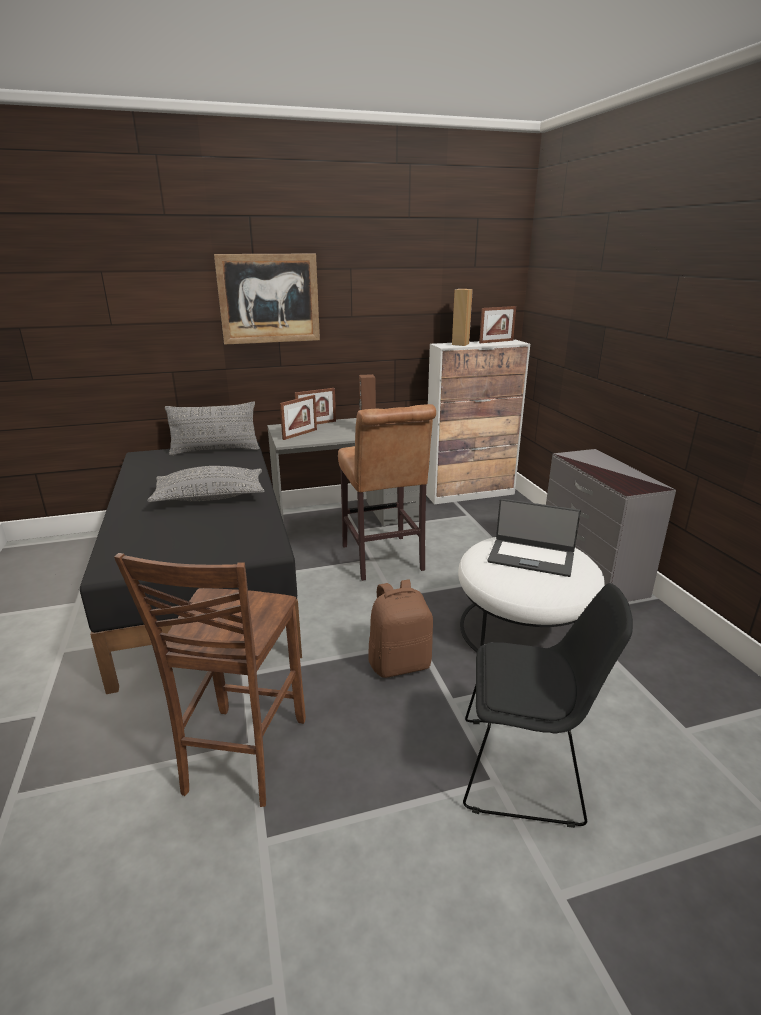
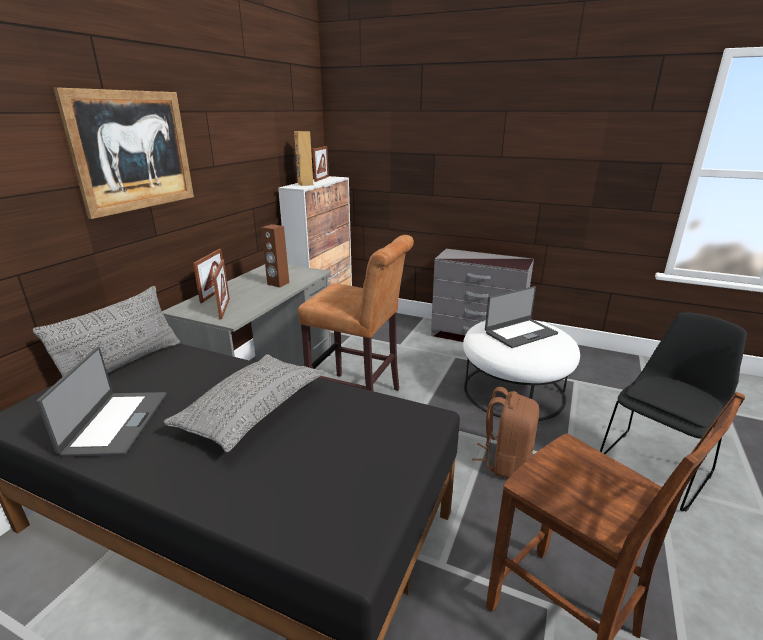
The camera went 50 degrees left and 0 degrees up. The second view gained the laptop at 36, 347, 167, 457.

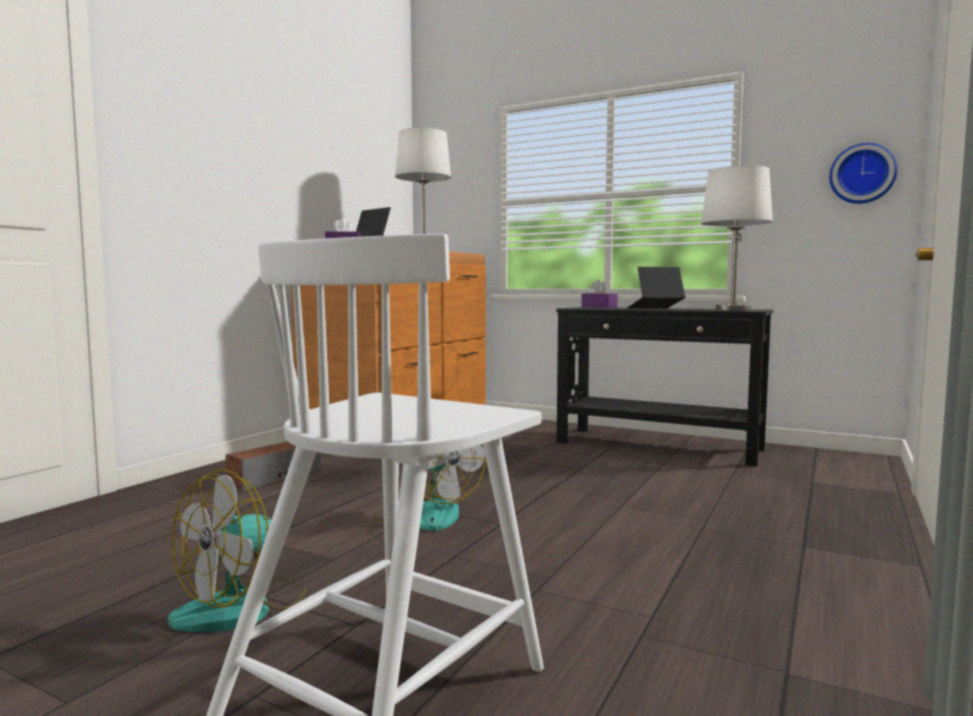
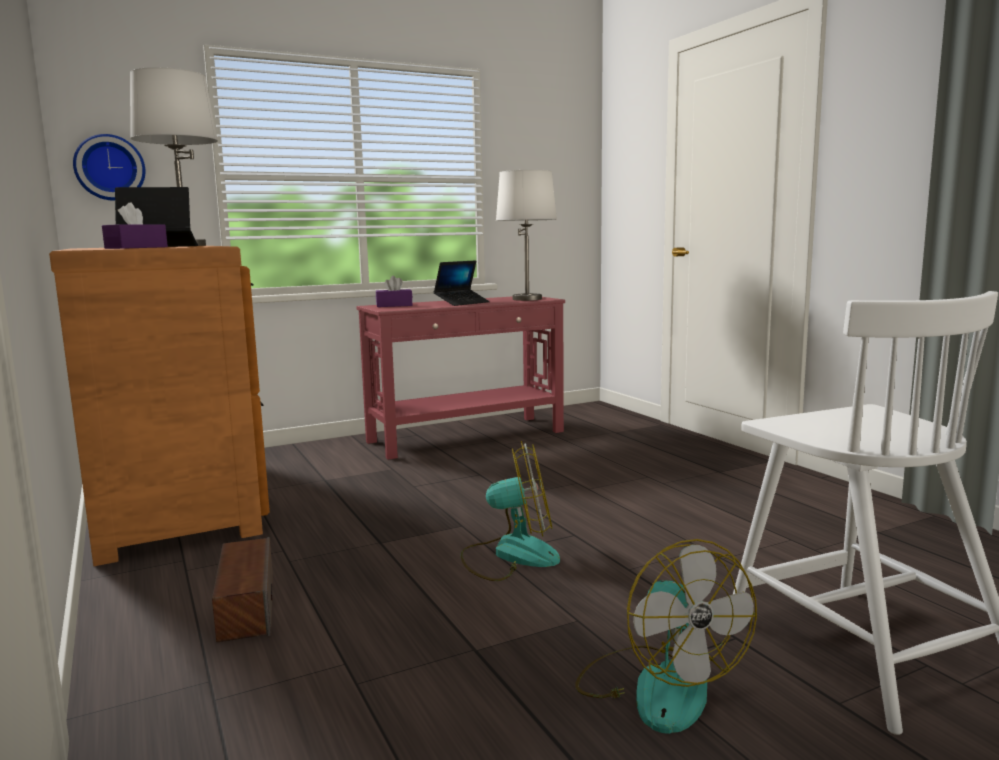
The camera went 55 degrees left and 5 degrees up. The wall clock ended up elsewhere, having gone from 829, 143, 898, 204 to 73, 134, 145, 201. What was the console table (black) at 556, 307, 773, 467 turned into the console table (red) at 356, 296, 565, 460. The laptop at 627, 267, 685, 309 ended up facing another way, 150 degrees counterclockwise from before.

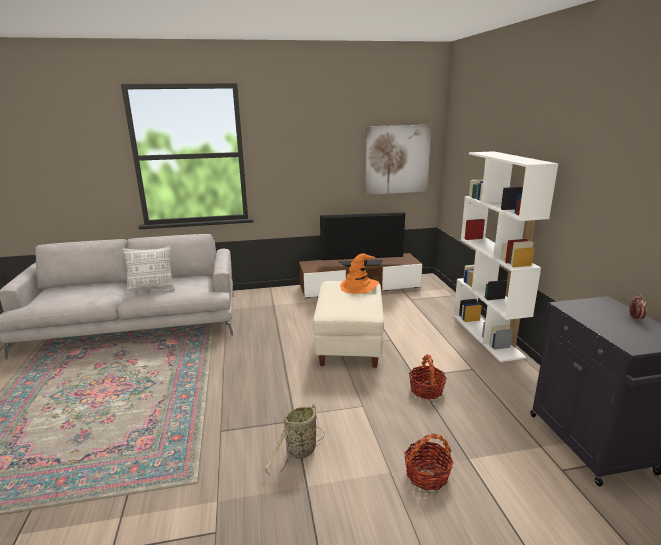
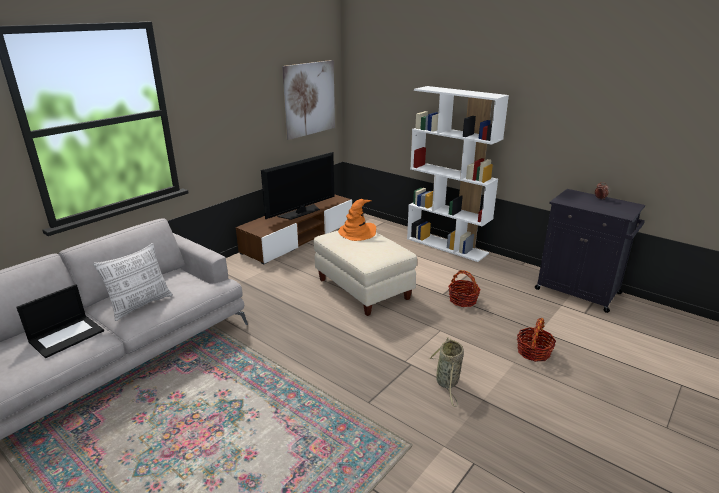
The camera went 40 degrees left and 5 degrees up. The second view gained the laptop at 16, 284, 104, 358.

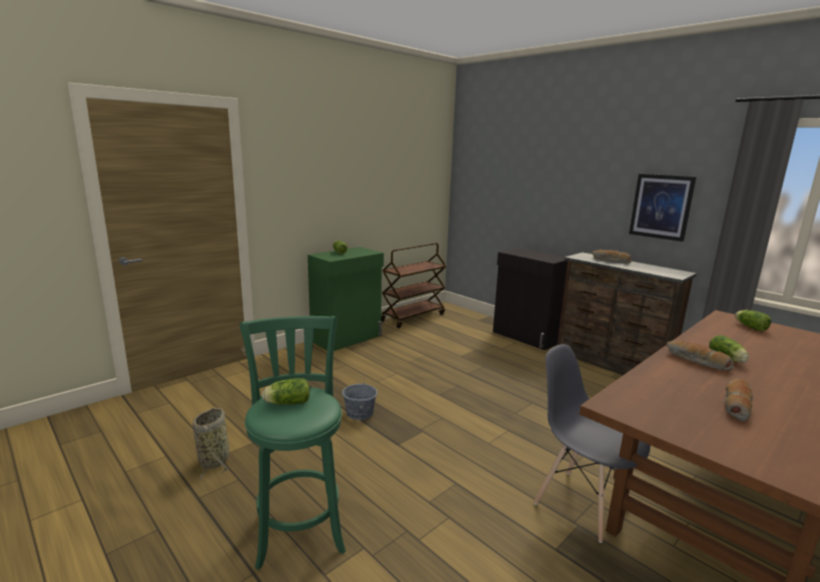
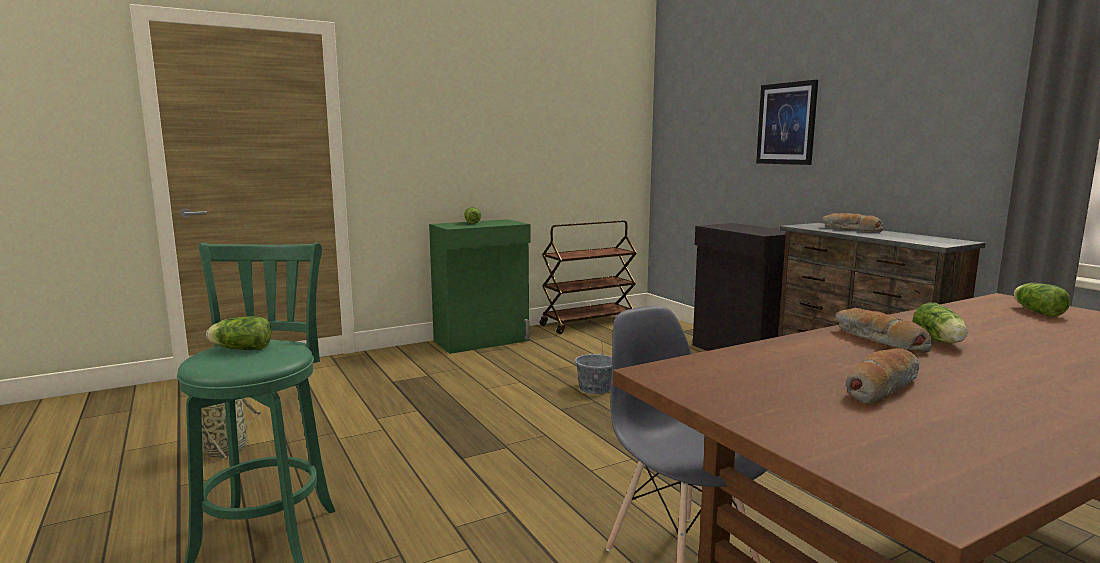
The camera went 15 degrees right and 5 degrees down. The bucket (grey) ended up elsewhere, having gone from 342, 374, 378, 420 to 575, 339, 612, 394. The picture ended up elsewhere, having gone from 629, 174, 696, 242 to 756, 80, 818, 165.

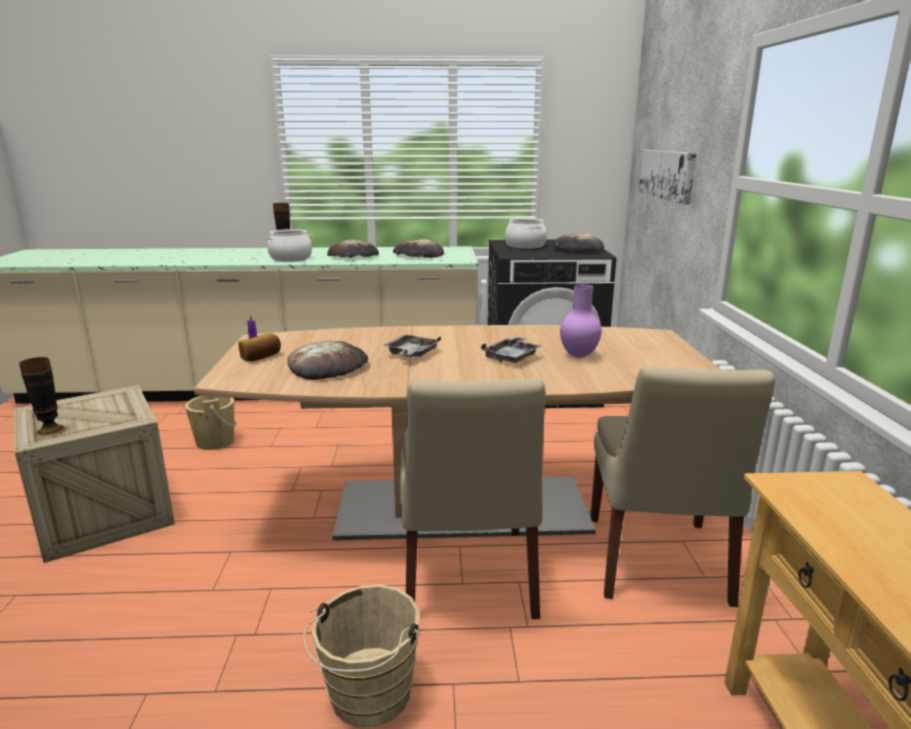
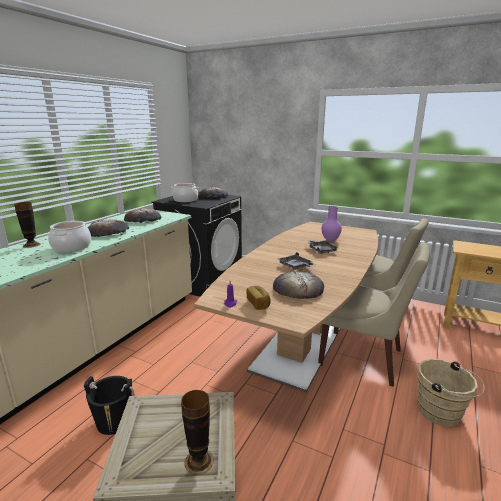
The camera went 60 degrees left and 0 degrees up. The second view lost the picture at 639, 150, 696, 204. What was the bucket (beige) at 185, 395, 237, 450 turned into the bucket (black) at 84, 376, 135, 435.

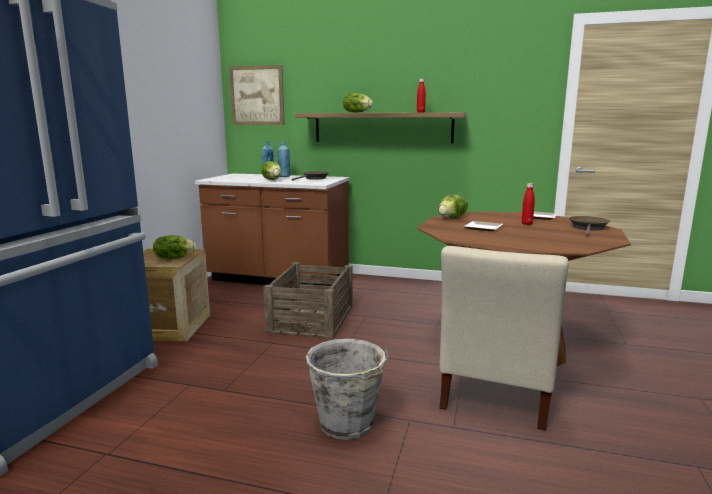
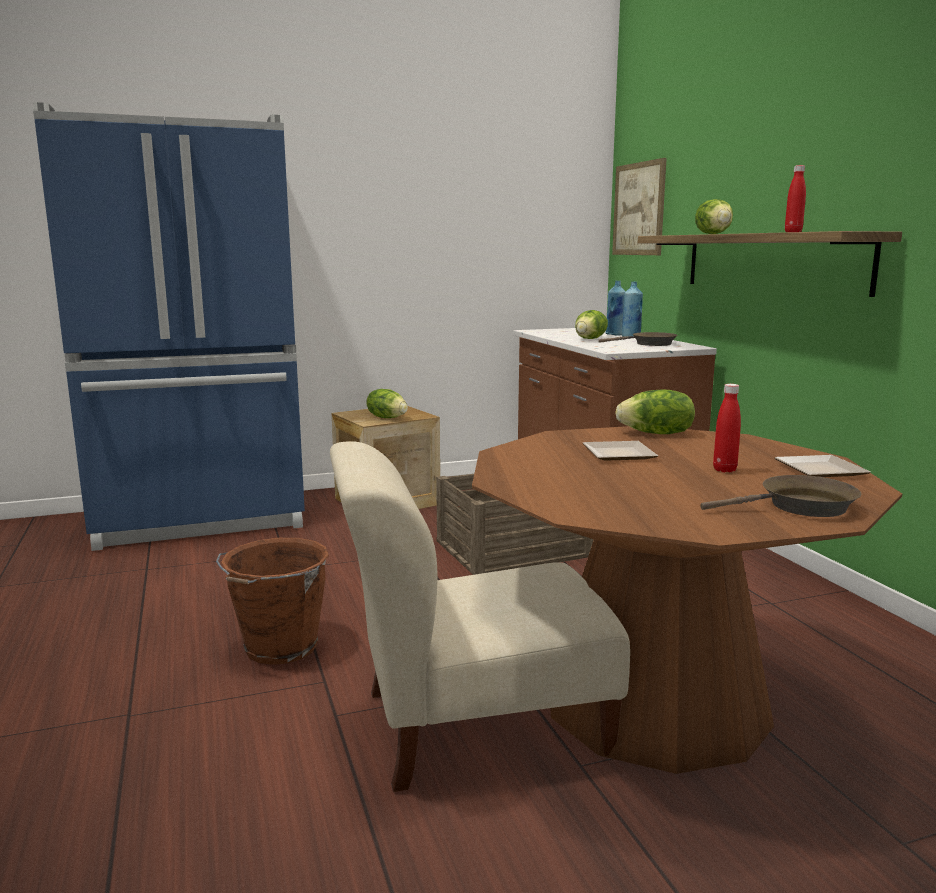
The camera went 55 degrees right and 0 degrees up. What was the bucket (grey) at 306, 339, 389, 440 turned into the bucket (brown) at 216, 538, 329, 665.

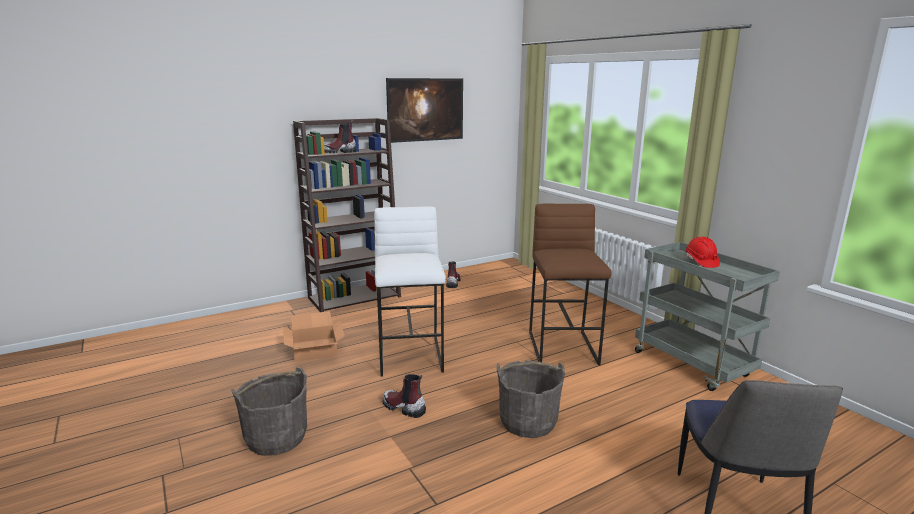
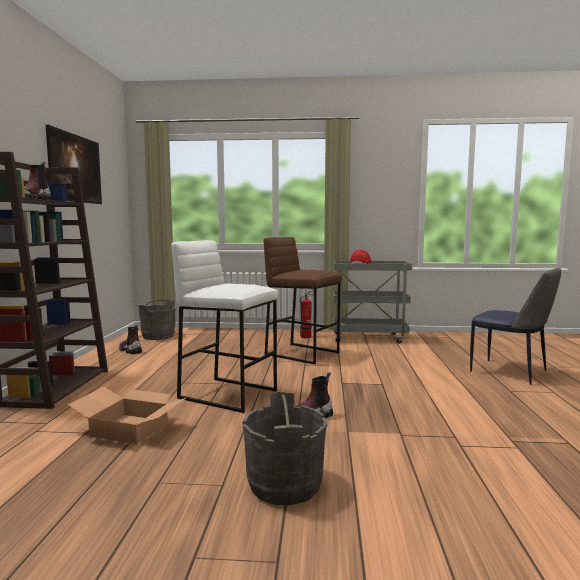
The camera went 55 degrees left and 10 degrees down. The second view gained the fire extinguisher at 300, 289, 314, 338. The bucket (grey) ended up elsewhere, having gone from 497, 360, 565, 438 to 139, 299, 175, 340.

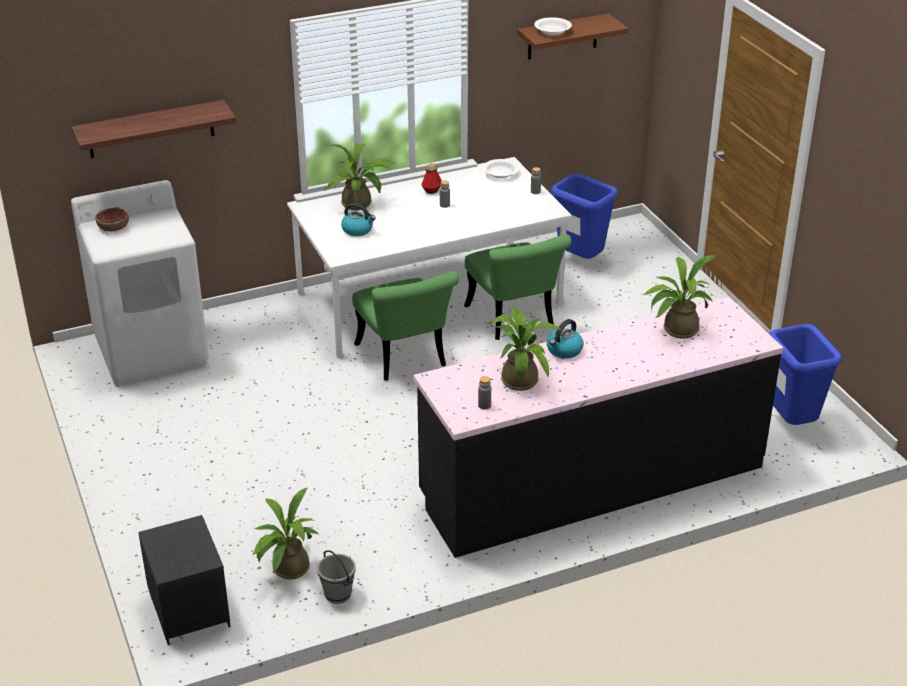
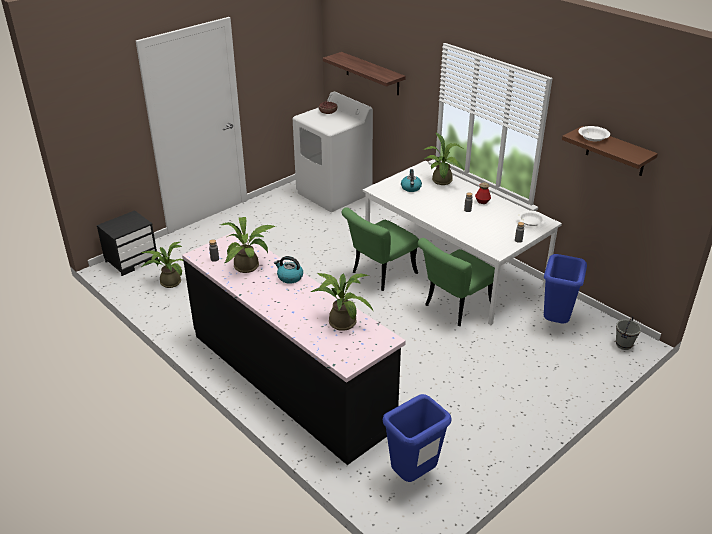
The camera went 70 degrees right and 0 degrees up. The bucket (grey) ended up elsewhere, having gone from 317, 550, 356, 604 to 616, 316, 641, 350.

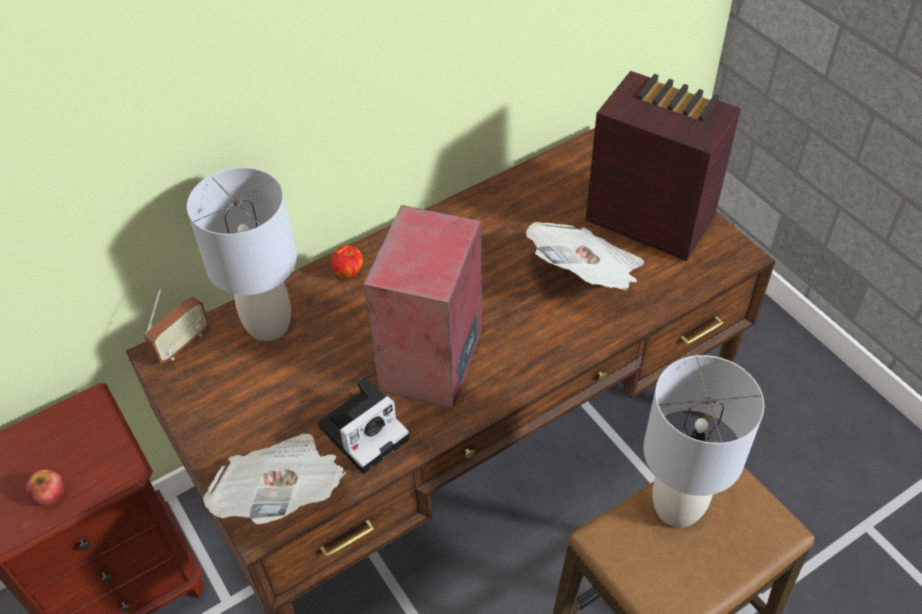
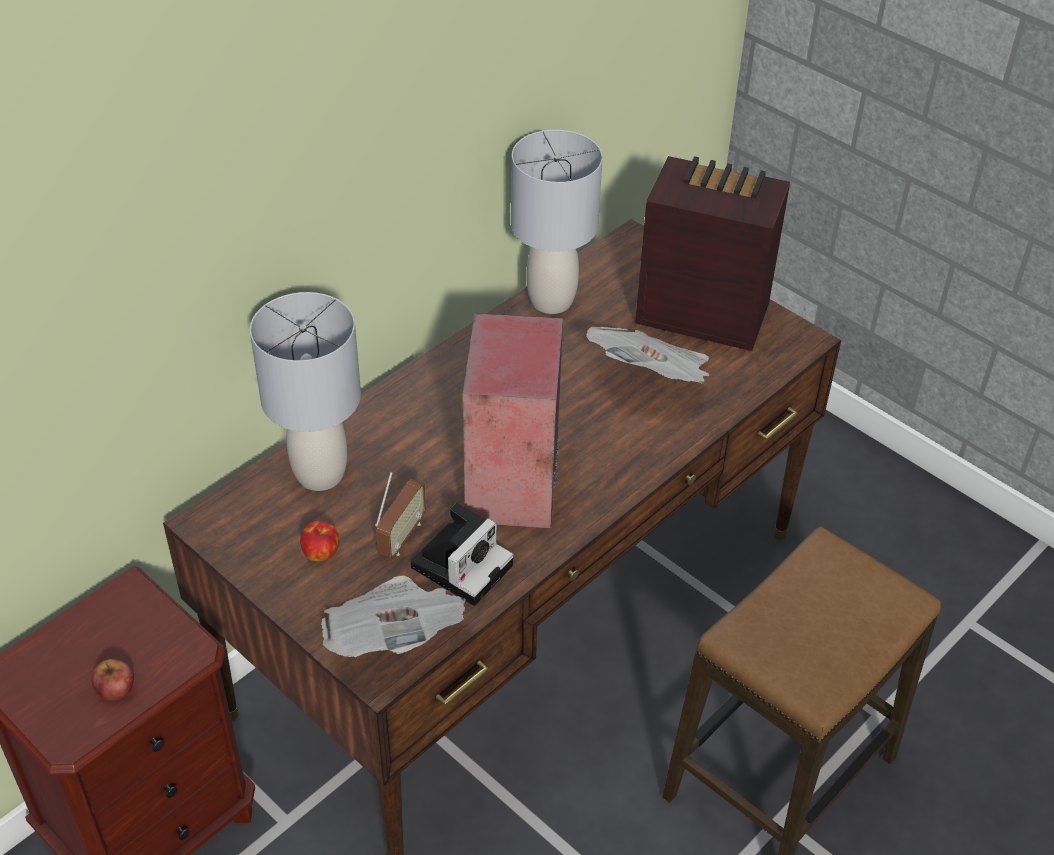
The camera went 15 degrees left and 5 degrees down. The radio ended up elsewhere, having gone from 145, 289, 209, 363 to 375, 472, 426, 559. The apple ended up elsewhere, having gone from 332, 245, 363, 278 to 300, 521, 339, 562. The table lamp (grey) ended up elsewhere, having gone from 644, 355, 764, 527 to 511, 130, 603, 314.

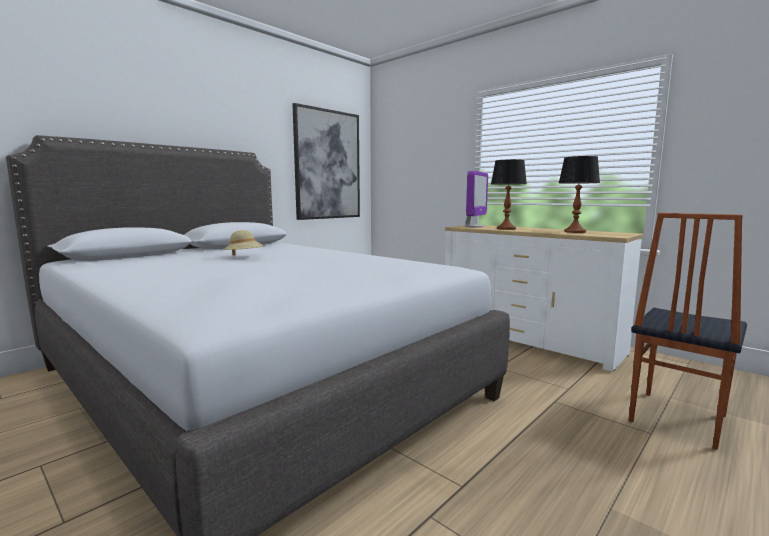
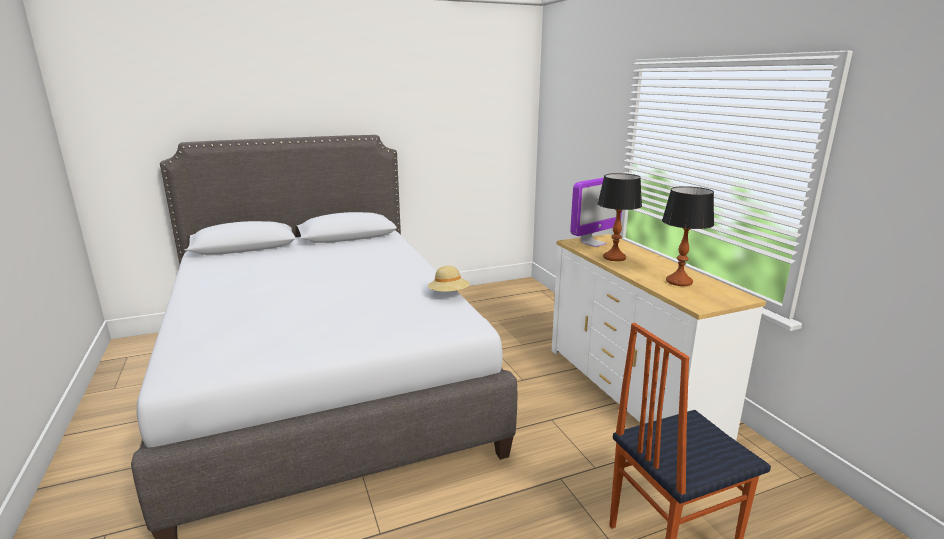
The camera went 25 degrees right and 10 degrees up. The second view lost the picture at 292, 103, 360, 220. The hat (beige) ended up elsewhere, having gone from 223, 230, 264, 256 to 428, 266, 470, 292.

